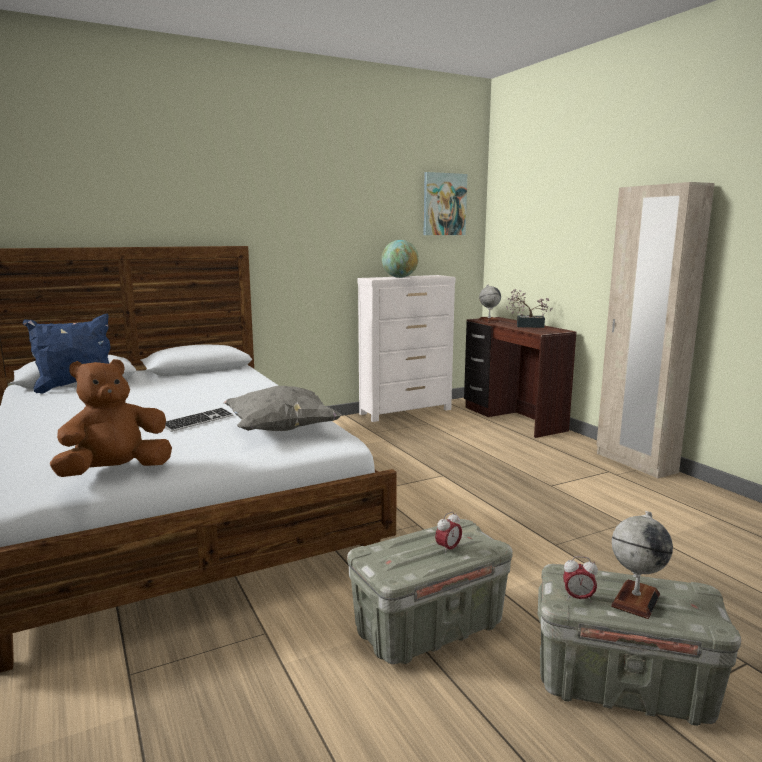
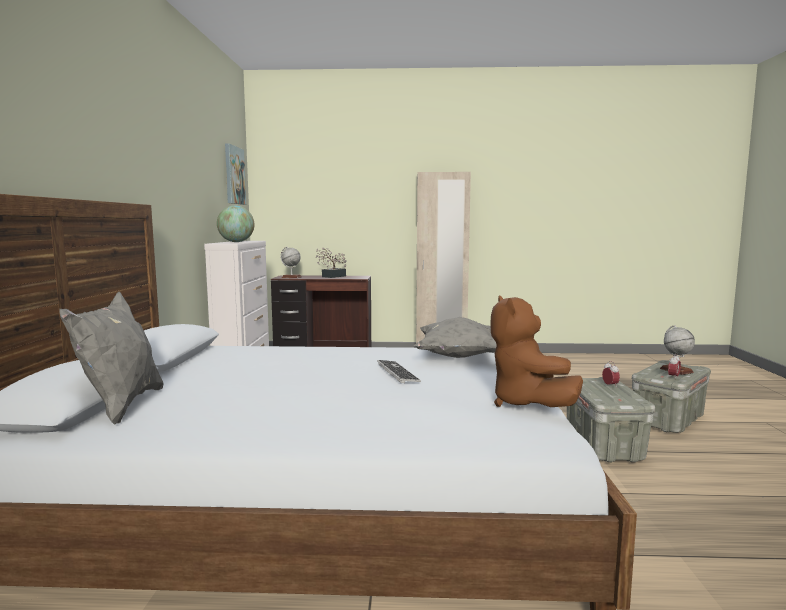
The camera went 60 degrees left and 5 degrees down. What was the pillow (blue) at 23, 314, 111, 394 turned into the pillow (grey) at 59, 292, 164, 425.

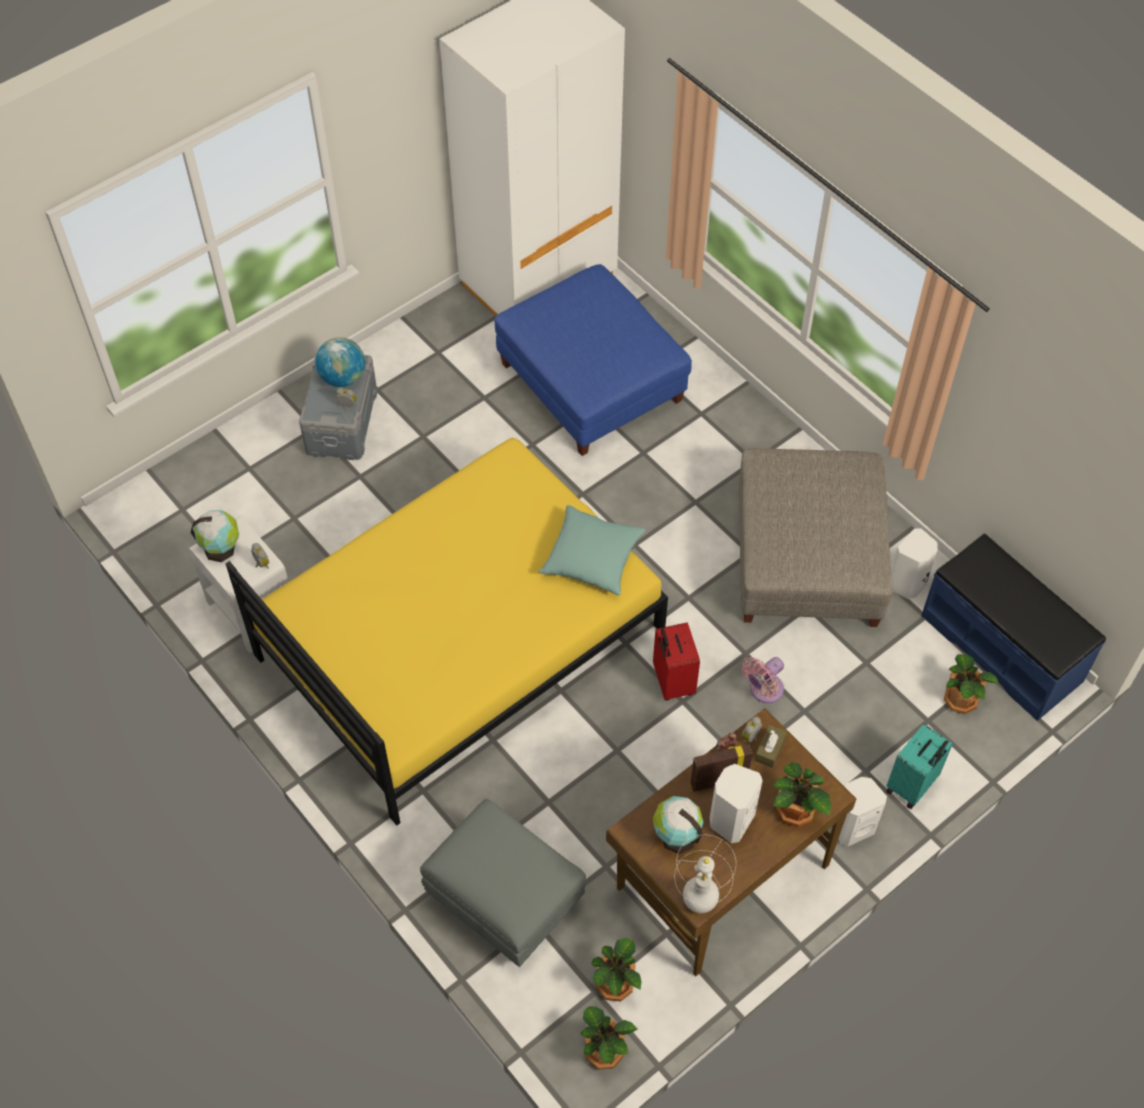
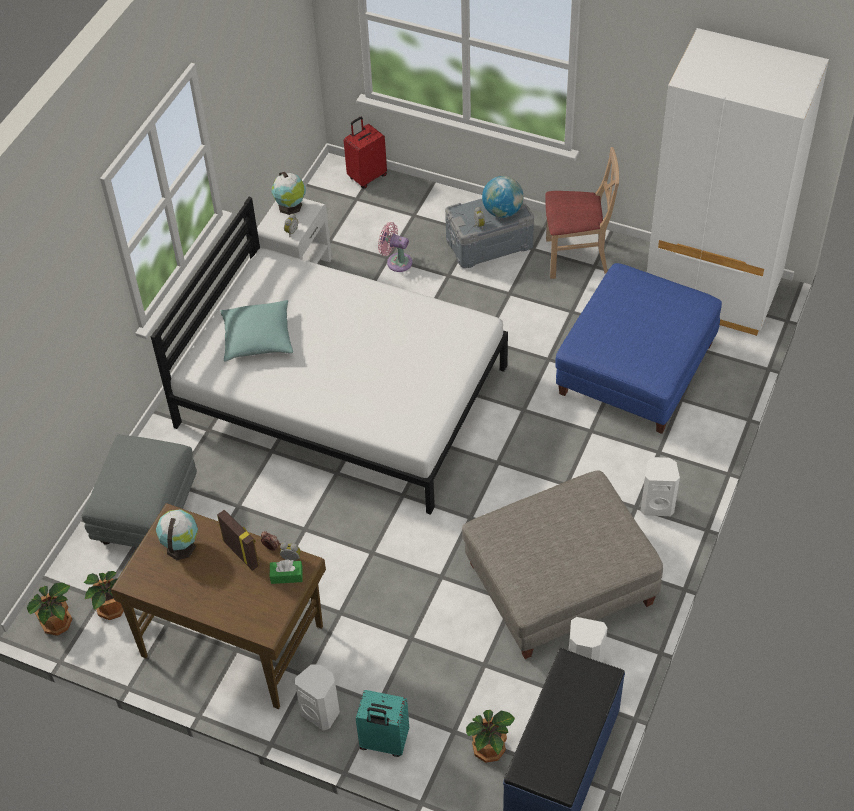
The camera went 65 degrees right and 5 degrees down. The second view lost the table lamp (white) at 674, 835, 736, 913. The second view lost the potted plant at 772, 762, 831, 827. The second view gained the chair (beige) at 545, 147, 619, 279. The pillow (turquoise) ended up elsewhere, having gone from 539, 505, 646, 596 to 220, 300, 293, 362. The suitcase (red) ended up elsewhere, having gone from 653, 623, 700, 701 to 344, 117, 387, 188. The speaker (white) ended up elsewhere, having gone from 710, 764, 763, 843 to 640, 457, 680, 516. The fan (pink) ended up elsewhere, having gone from 742, 657, 784, 703 to 378, 222, 412, 272. What was the bed (yellow) at 225, 438, 668, 825 turned into the bed (white) at 151, 197, 508, 515. What was the tissue box (brown) at 755, 724, 787, 768 turned into the tissue box (green) at 270, 559, 302, 584.

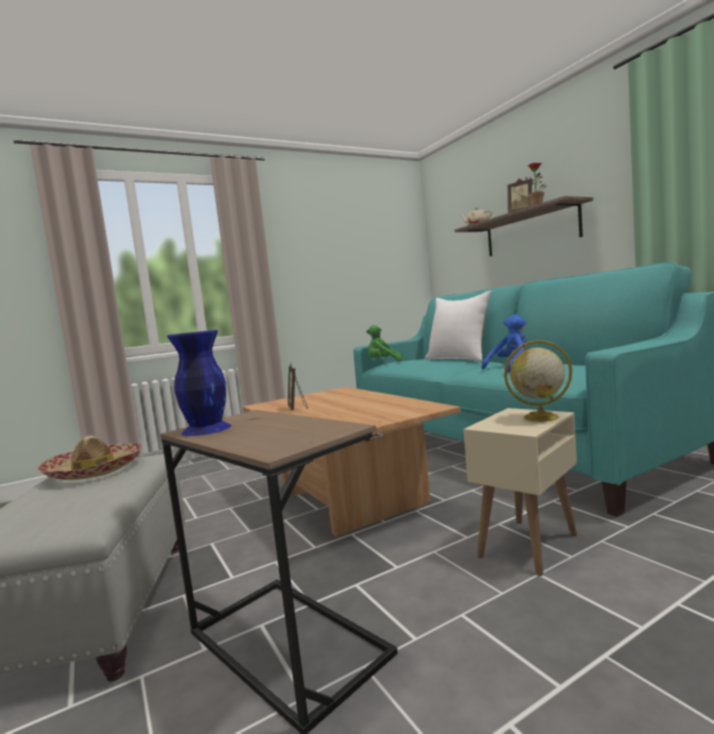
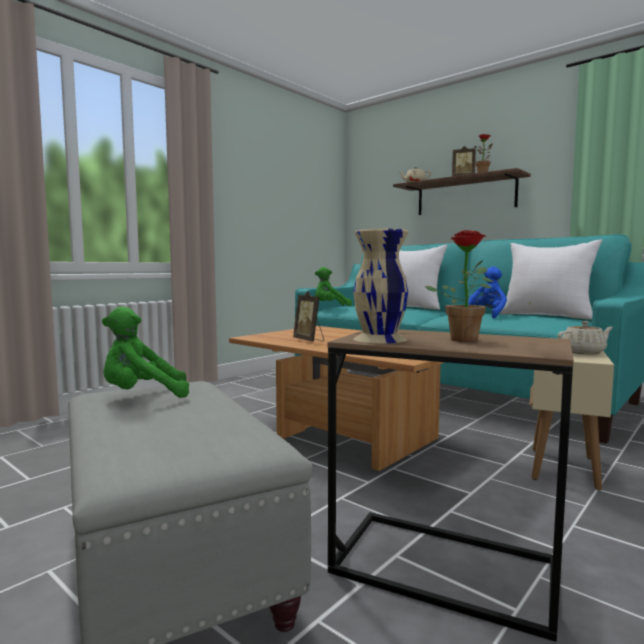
The camera went 20 degrees left and 0 degrees up. The second view gained the potted plant at 424, 230, 493, 342. The second view gained the pillow (white) at 500, 239, 602, 320. Where the hat stood at 37, 436, 142, 480, the plush toy (green) came to stand at 102, 306, 189, 398. Where the globe stood at 504, 340, 572, 422, the teapot (beige) came to stand at 558, 321, 613, 354. What was the vase (blue) at 167, 330, 231, 436 turned into the vase (beige) at 353, 229, 408, 343.

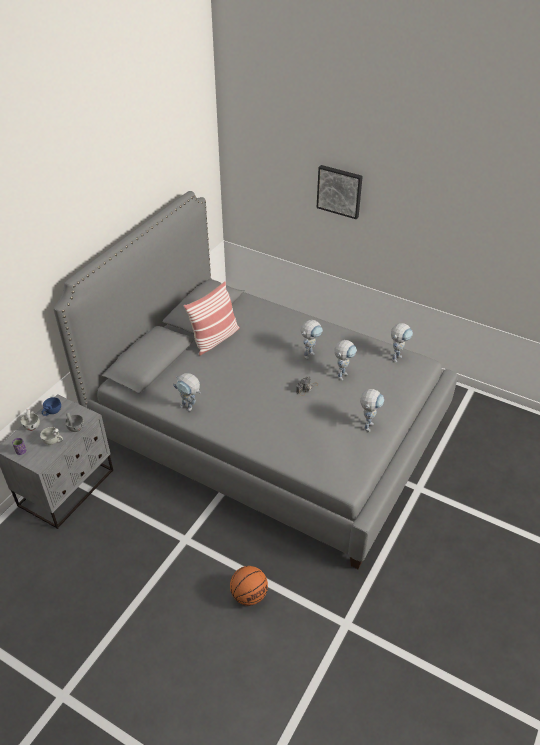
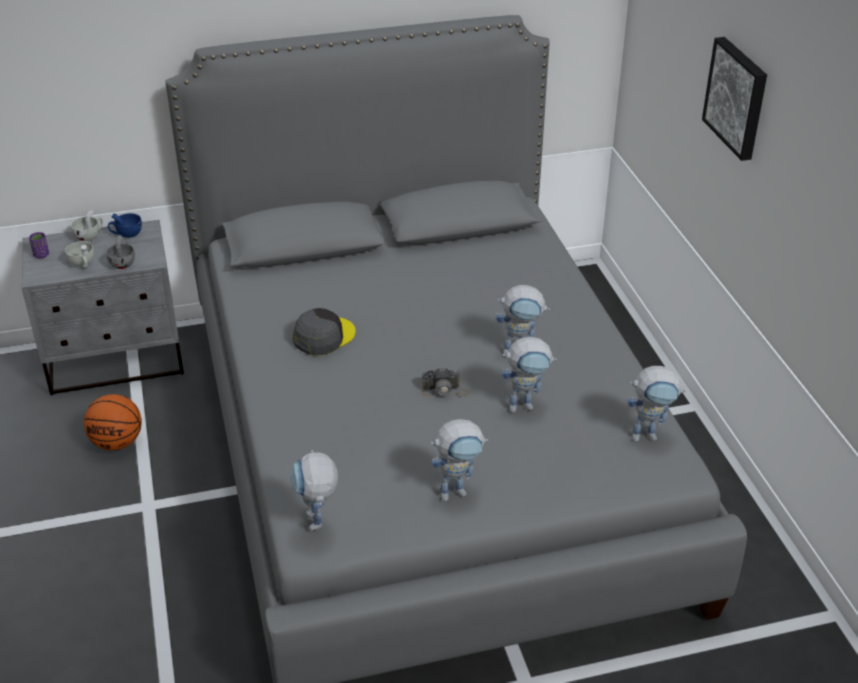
The camera went 45 degrees right and 5 degrees down. The second view lost the pillow at 184, 281, 240, 356. The second view gained the cap (grey) at 293, 308, 356, 356. The toy robot ended up elsewhere, having gone from 173, 373, 201, 411 to 290, 450, 338, 531. The basketball ended up elsewhere, having gone from 230, 566, 268, 606 to 84, 394, 142, 450.

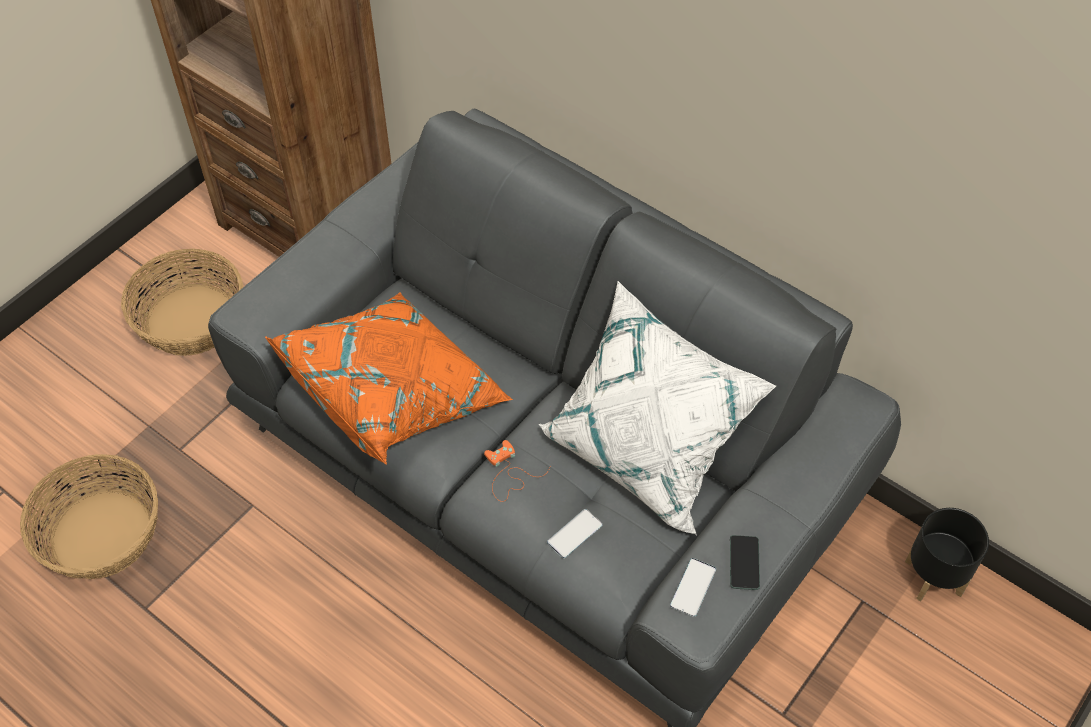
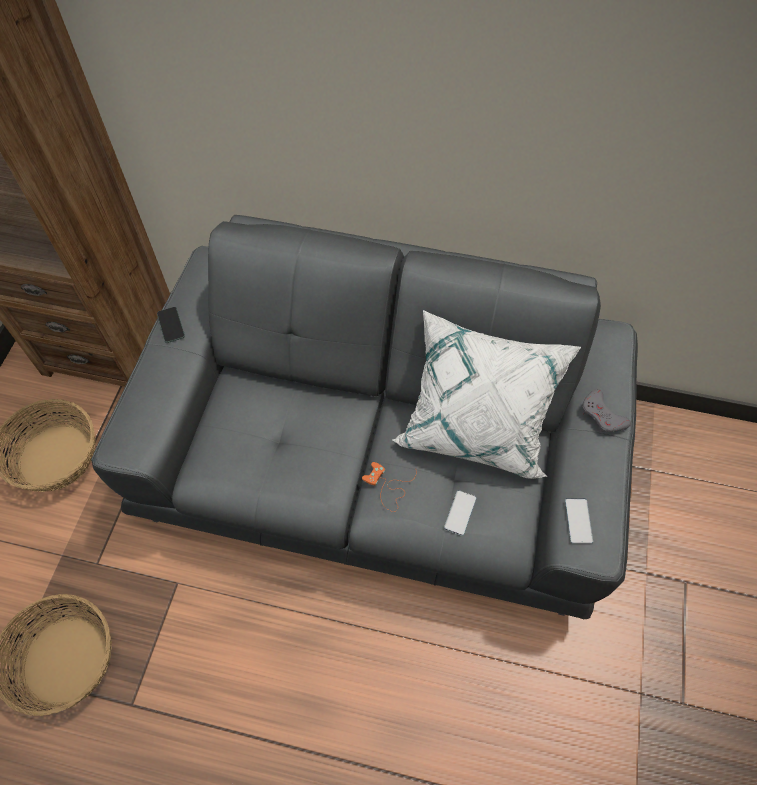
The camera went 25 degrees left and 5 degrees up. The second view lost the pillow (orange) at 265, 292, 513, 465. The second view lost the planter (black) at 905, 508, 989, 602. The second view gained the game controller (grey) at 582, 389, 631, 433. The phone ended up elsewhere, having gone from 730, 535, 760, 590 to 157, 307, 185, 343.

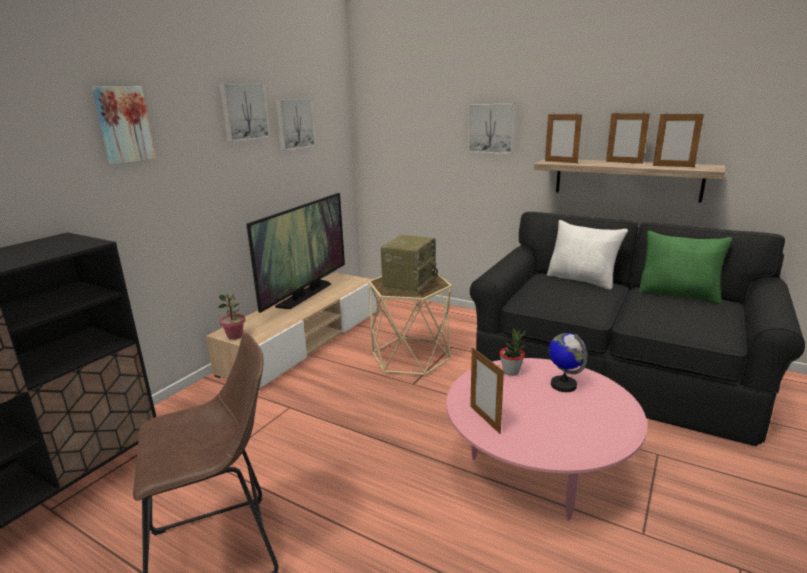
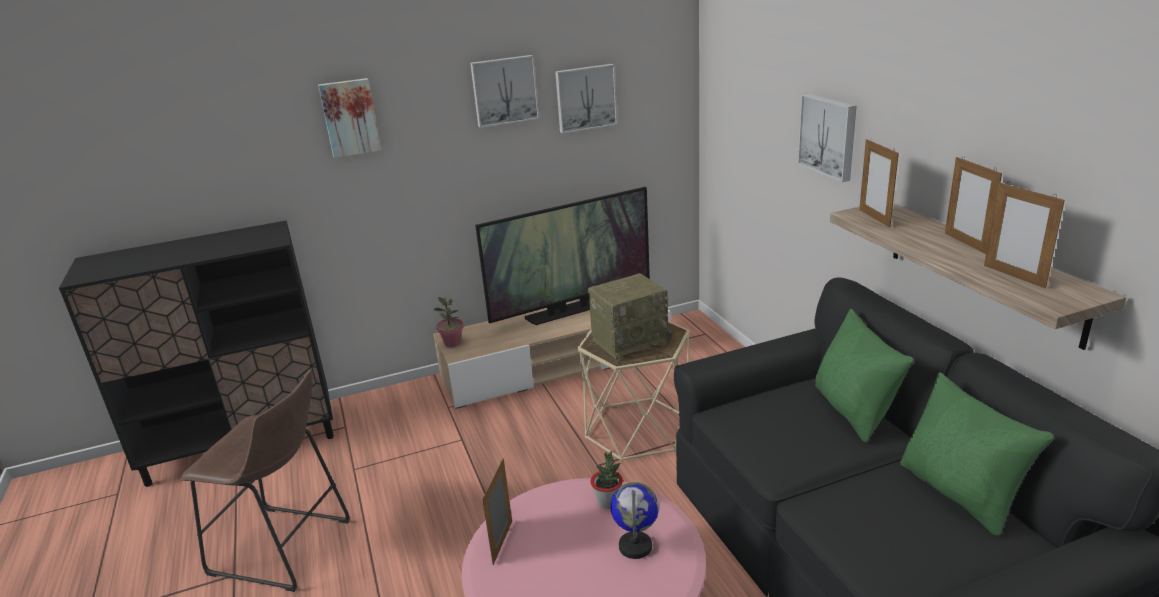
The camera went 40 degrees right and 5 degrees up. What was the pillow (white) at 547, 220, 628, 290 turned into the pillow (green) at 815, 309, 913, 442.

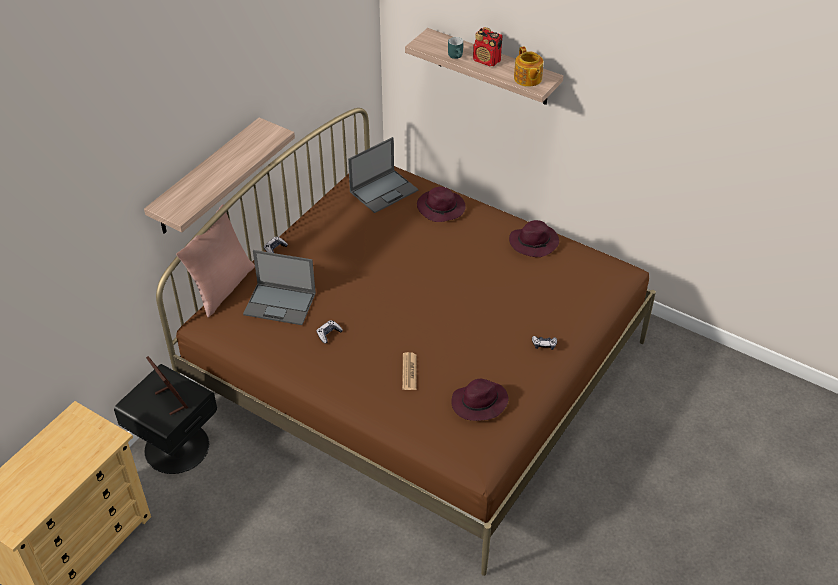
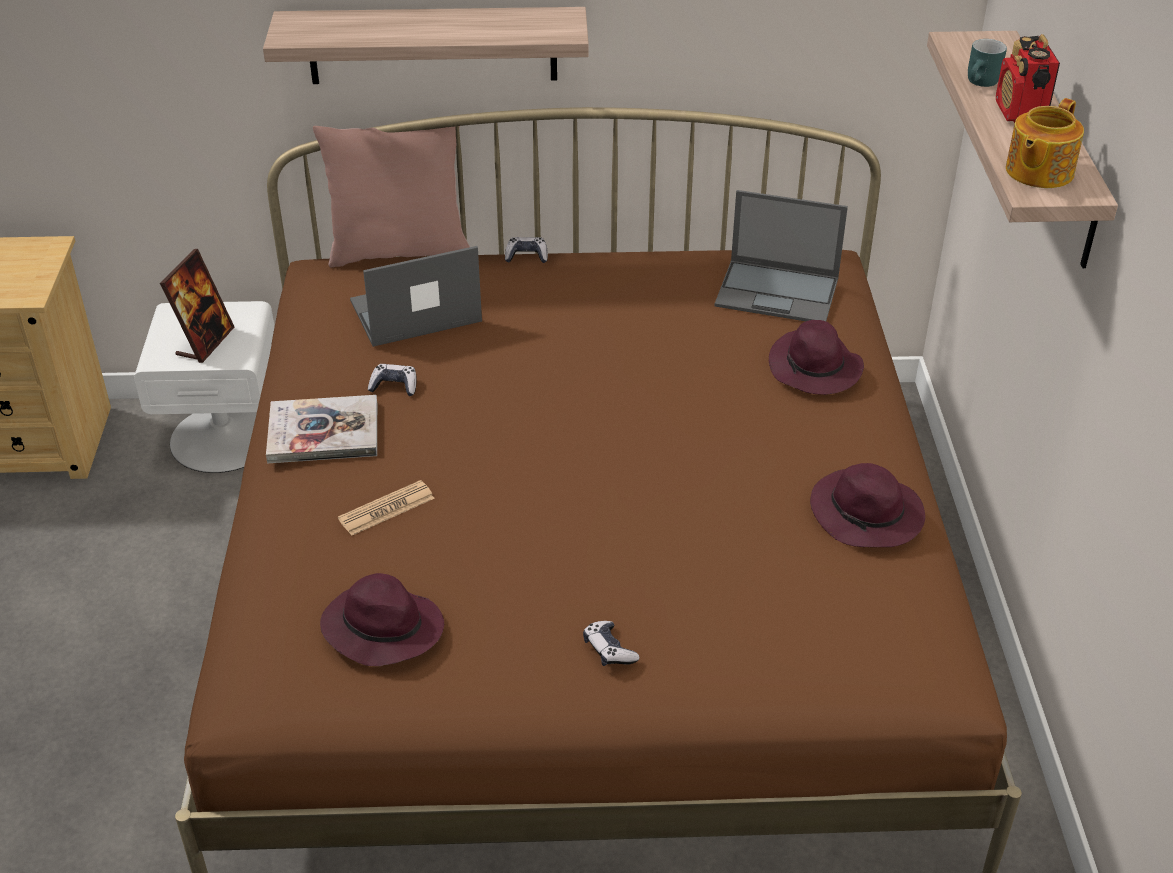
The camera went 55 degrees right and 5 degrees down. The second view gained the book at 266, 395, 377, 463. What was the nightstand (black) at 114, 364, 217, 474 turned into the nightstand (white) at 134, 301, 275, 473. The laptop at 243, 250, 316, 325 ended up facing another way, 90 degrees clockwise from before.

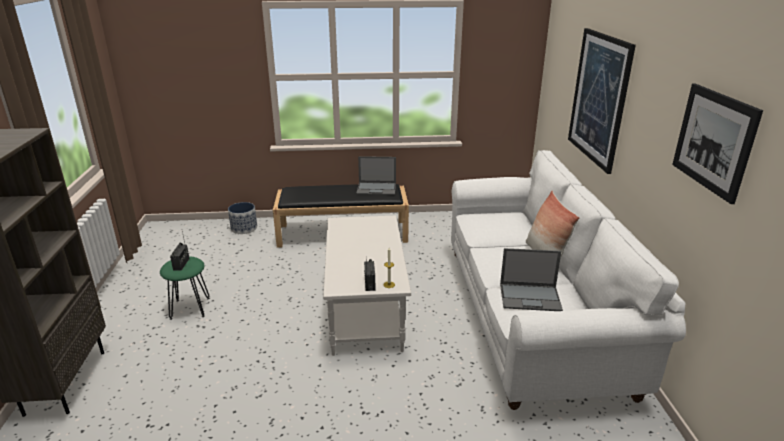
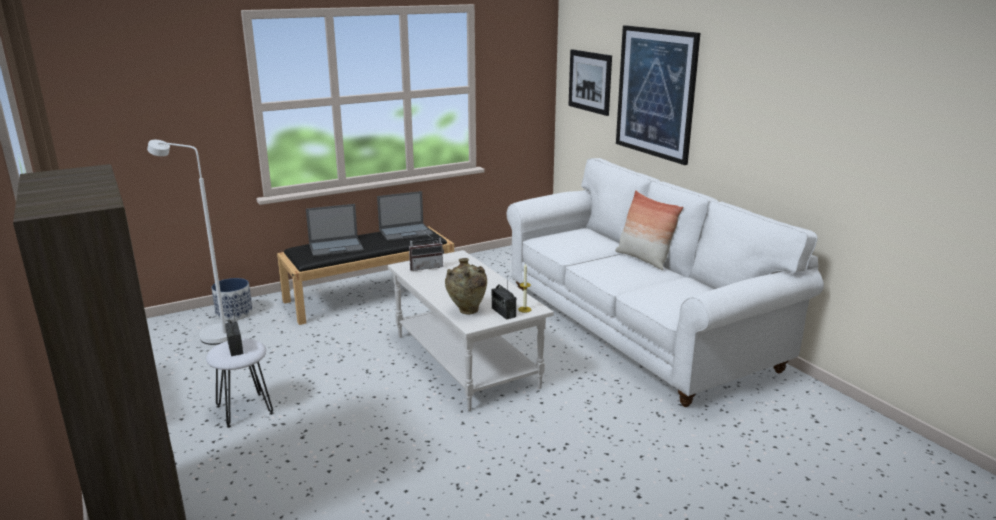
The camera went 25 degrees left and 5 degrees down. The second view gained the floor lamp (white) at 147, 140, 228, 345. The second view gained the radio at 409, 228, 444, 271. The second view gained the vase (beige) at 445, 258, 487, 314. The laptop ended up elsewhere, having gone from 500, 248, 563, 311 to 306, 204, 364, 257. The picture ended up elsewhere, having gone from 672, 84, 763, 204 to 568, 49, 612, 116. What was the stool (green) at 160, 256, 210, 320 turned into the stool (white) at 206, 339, 274, 428.

